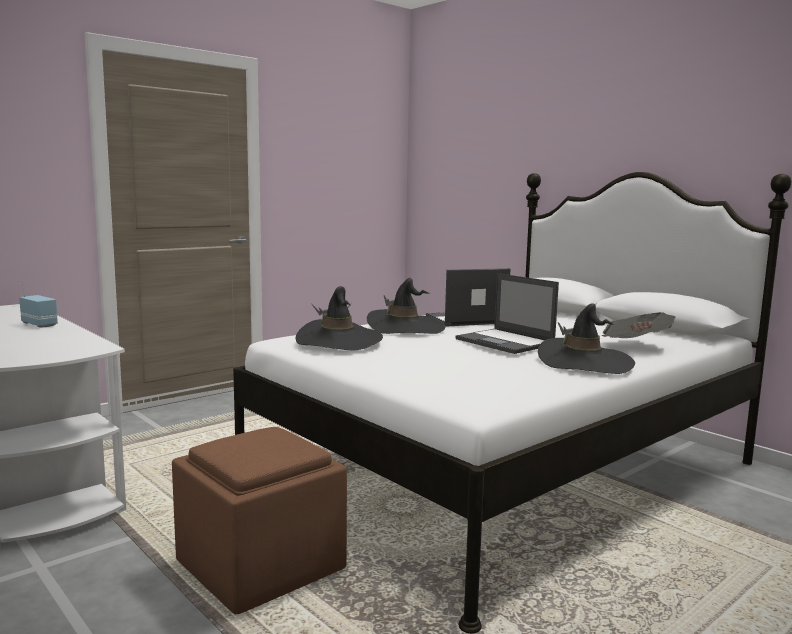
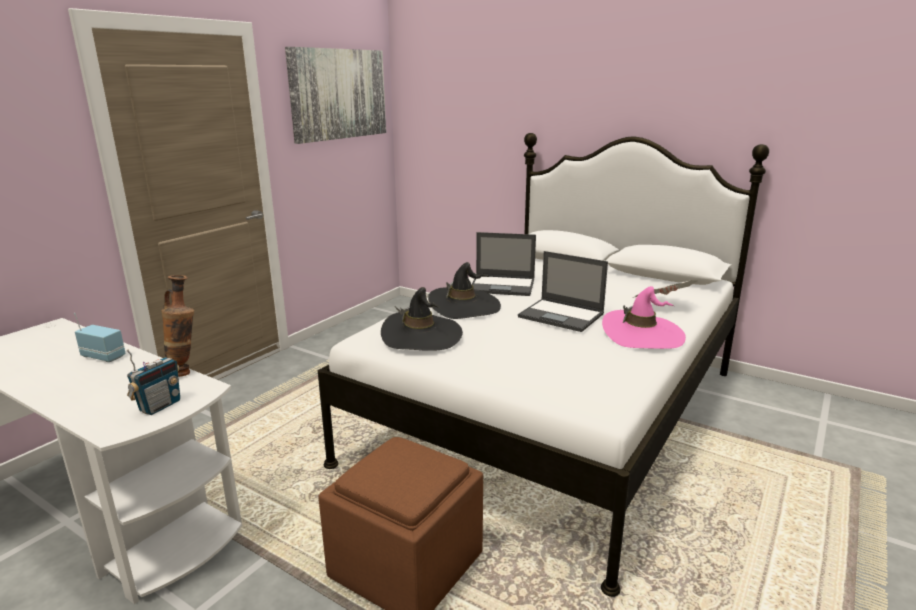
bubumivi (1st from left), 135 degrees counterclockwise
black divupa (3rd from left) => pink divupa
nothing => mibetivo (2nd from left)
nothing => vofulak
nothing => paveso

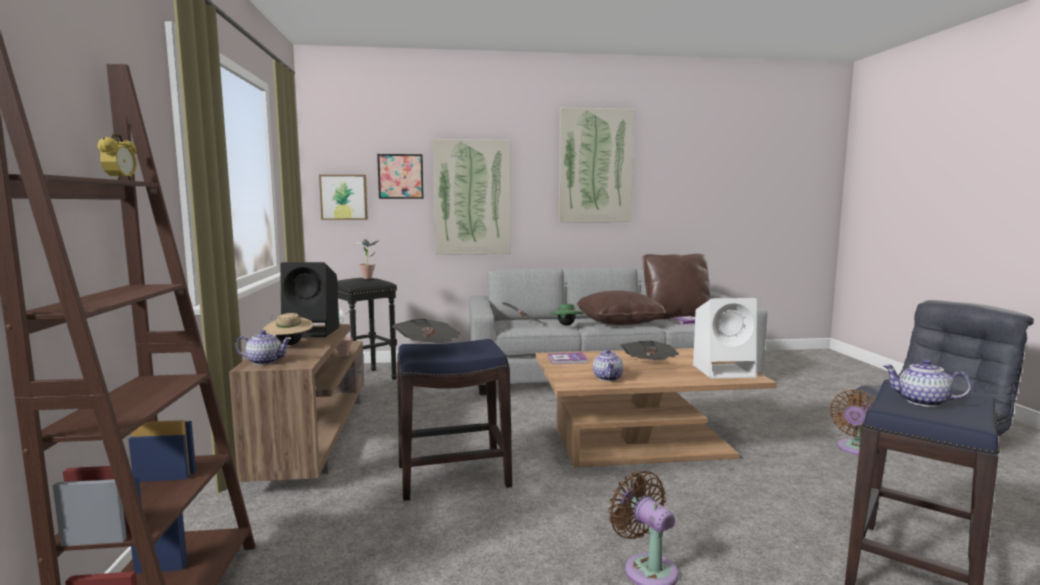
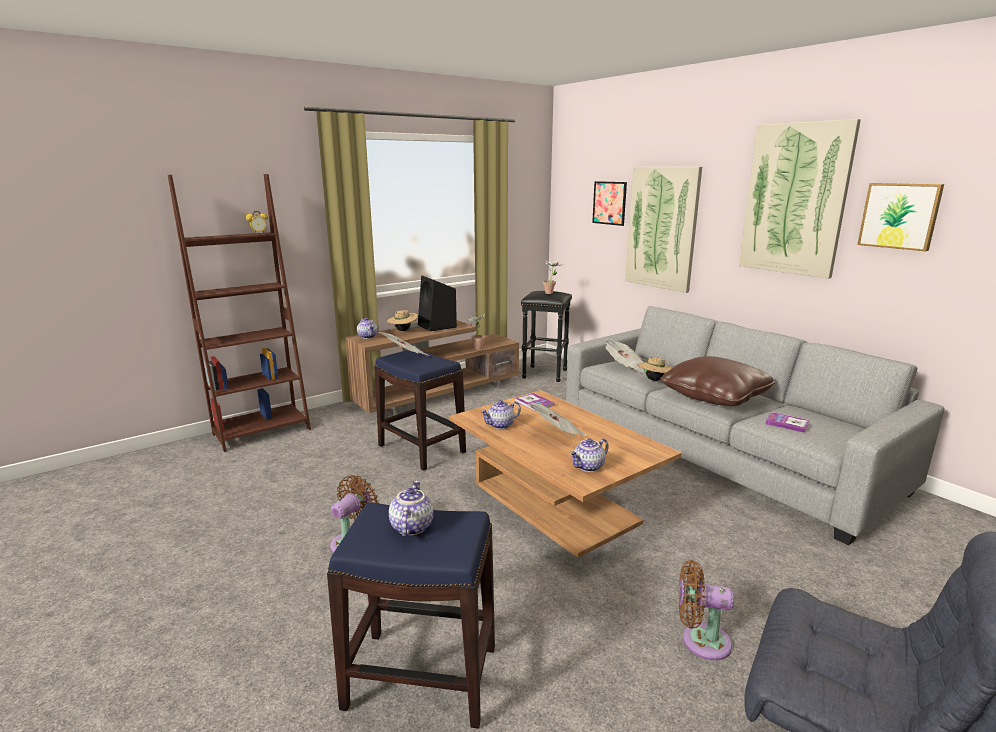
paveso (1st from left in the first image) => paveso (4th from left), moved
green divupa => beige divupa (2nd from left)
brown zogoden (2nd from left) => nothing
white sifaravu => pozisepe (4th from left)

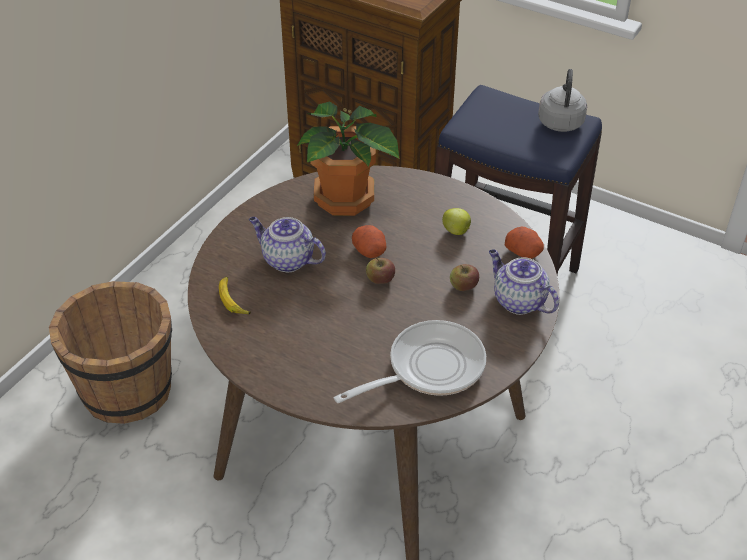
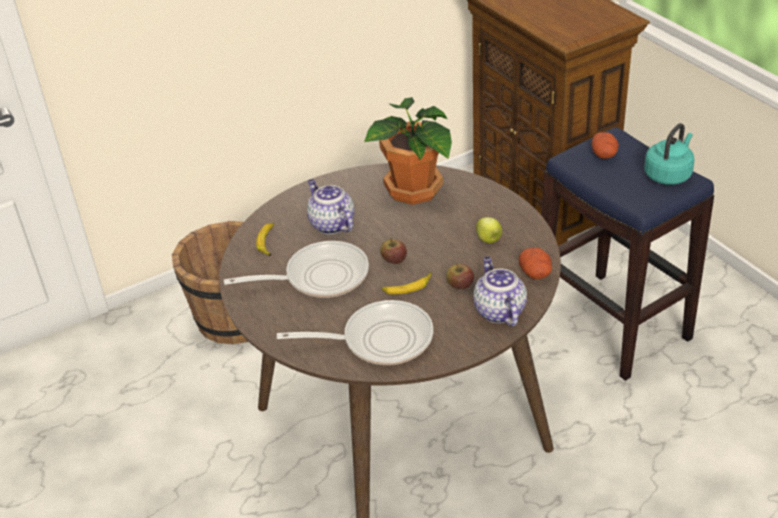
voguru (1st from left in the first image) => voguru (2nd from left), moved
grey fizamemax => turquoise fizamemax
nothing => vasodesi (1st from left)
nothing => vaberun (2nd from left)

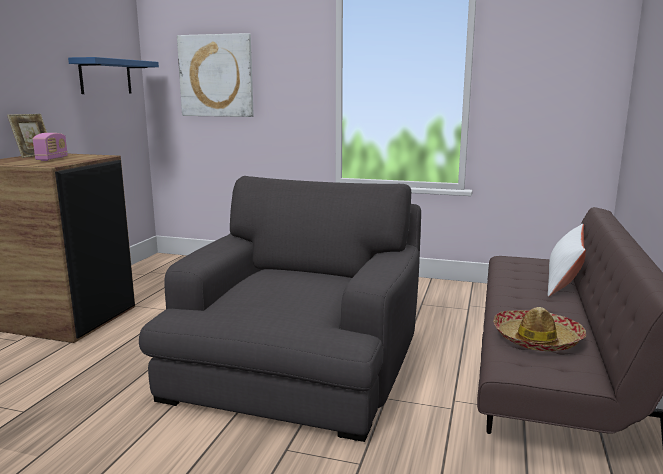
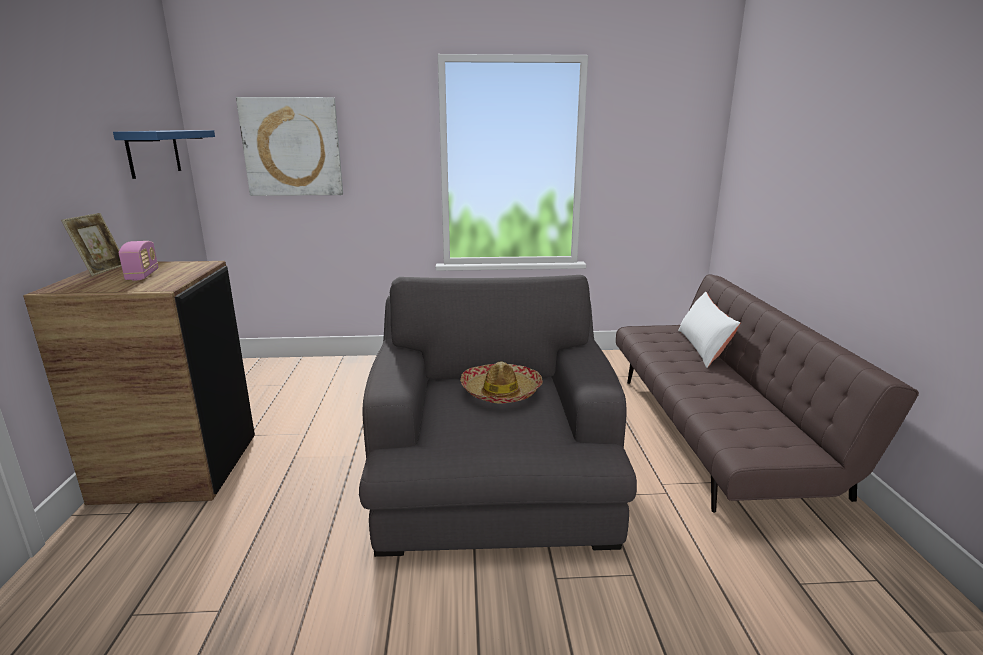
divupa, moved

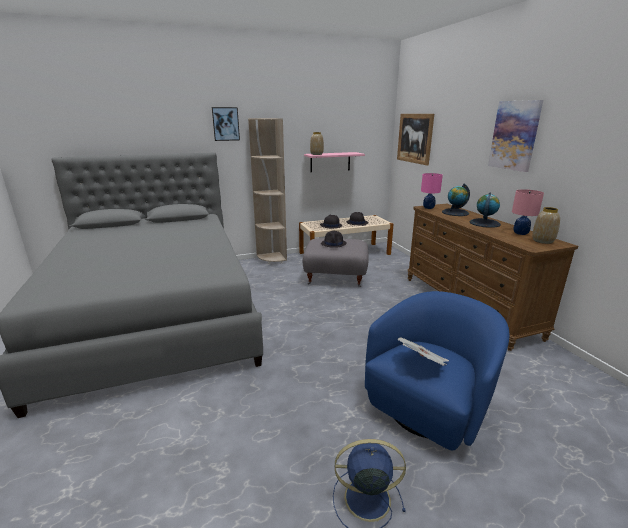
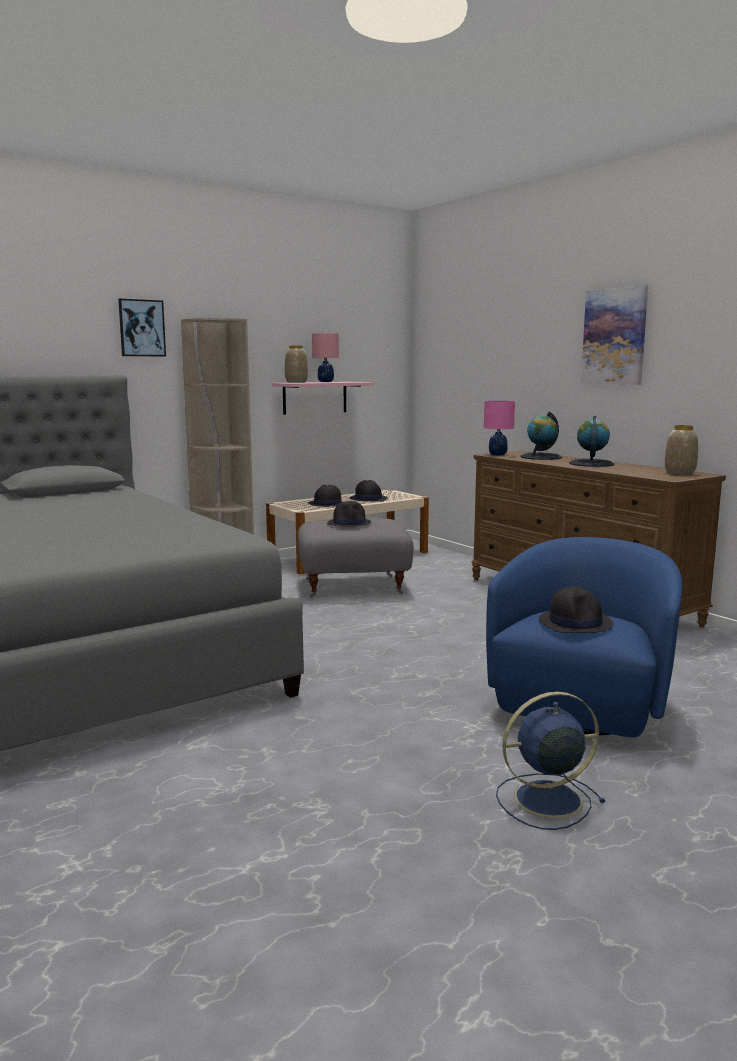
paveso (2nd from left) => nothing
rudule => black divupa (4th from left)
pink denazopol (2nd from left in the first image) => pink denazopol (1st from left), moved

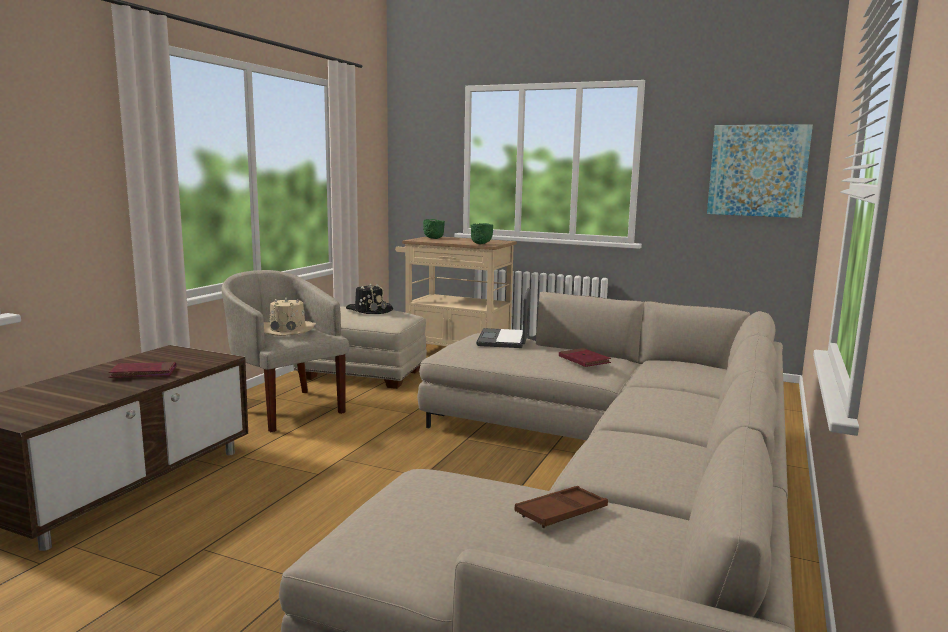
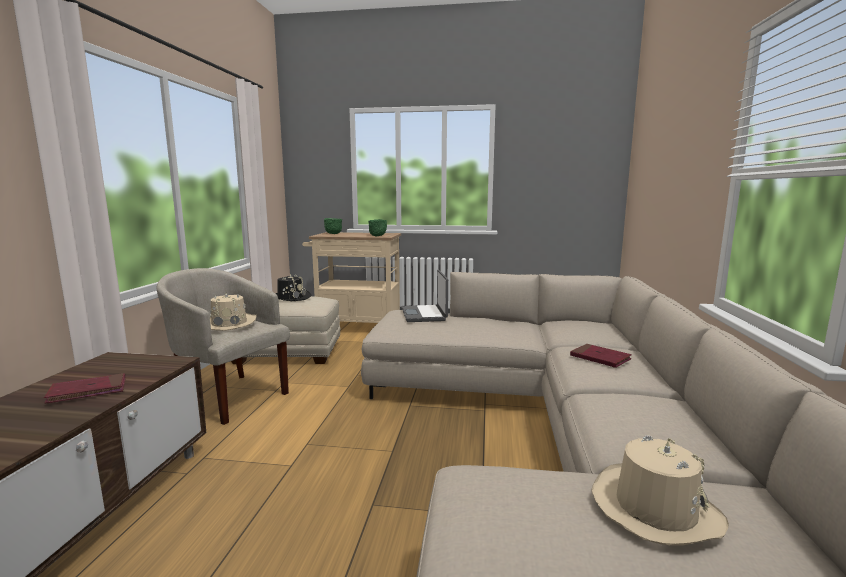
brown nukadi => beige divupa (2nd from left)
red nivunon (2nd from left), moved
paveso => nothing

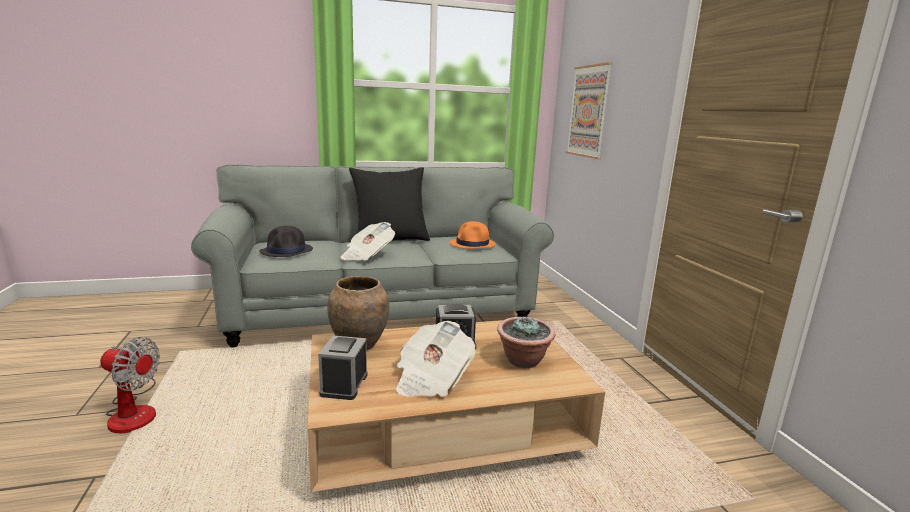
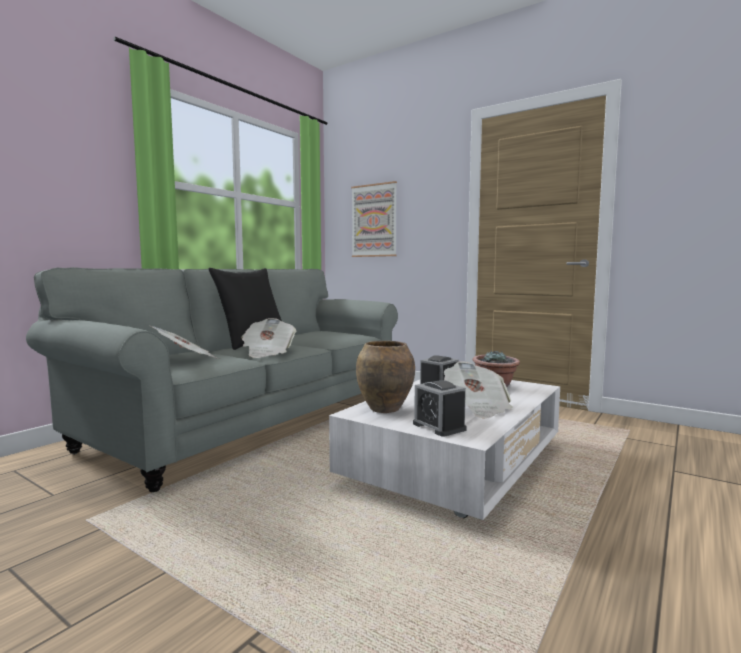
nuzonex => nothing
black divupa => rudule (1st from left)
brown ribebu => white ribebu
orange divupa => nothing

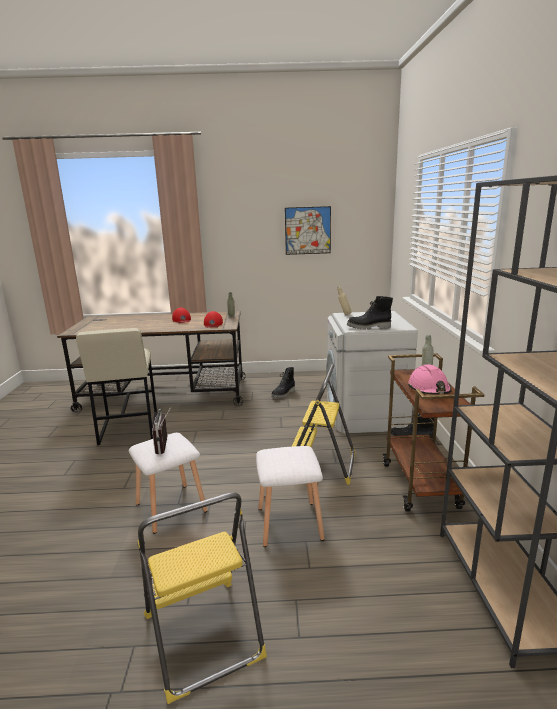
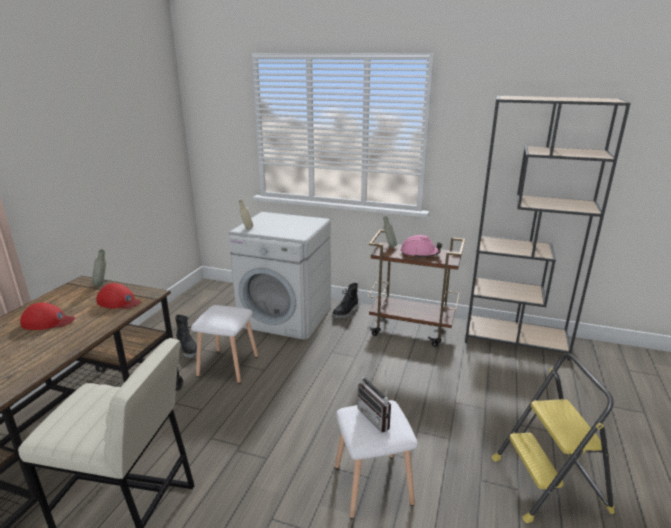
mibetivo, 45 degrees clockwise
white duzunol (2nd from left in the first image) => white duzunol (1st from left), moved
paveso => nothing
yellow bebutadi (2nd from left) => nothing
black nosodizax (2nd from left) => nothing

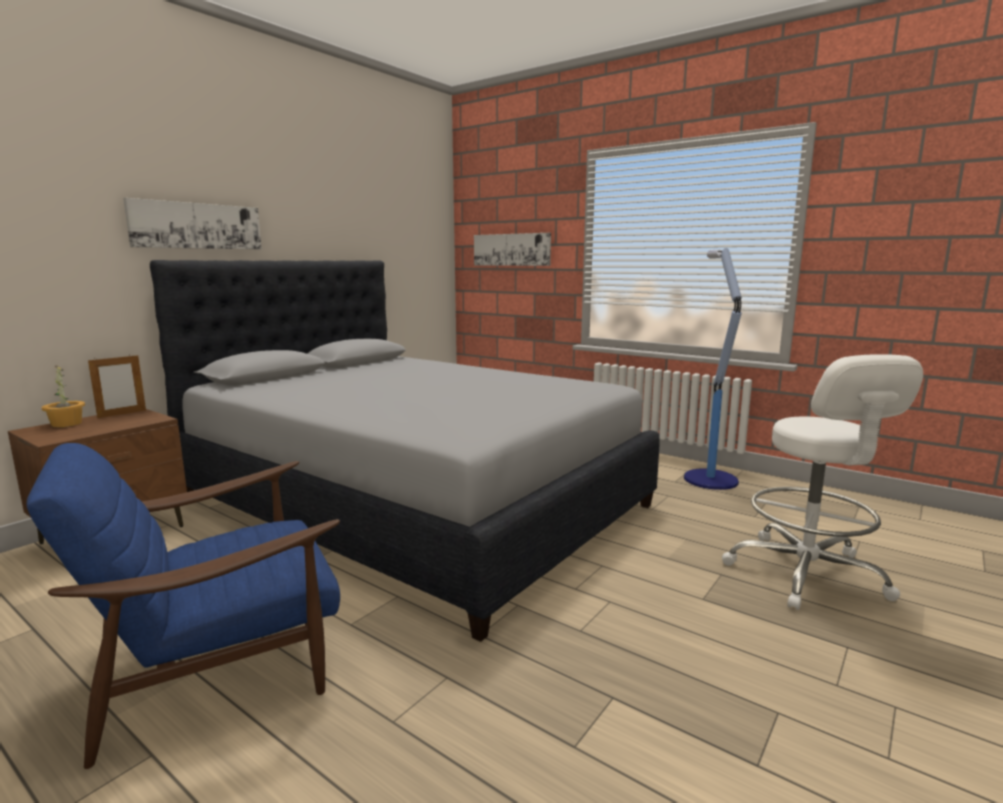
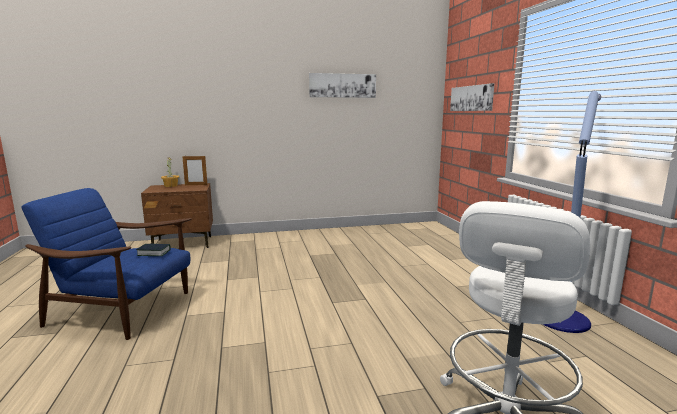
paveso (1st from left), moved
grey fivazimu => nothing
nothing => nivunon

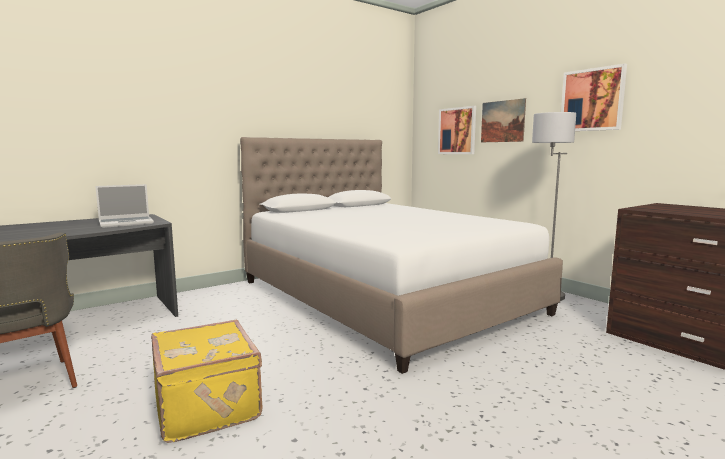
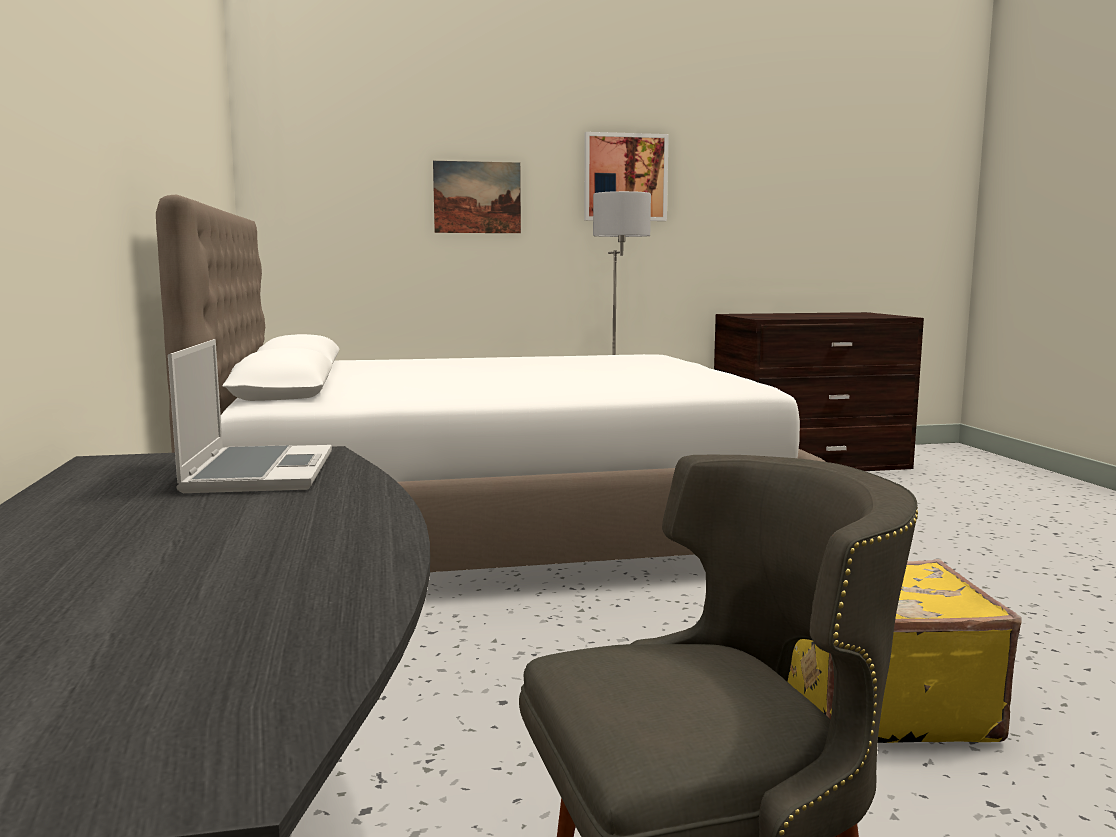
paveso (1st from left) => nothing

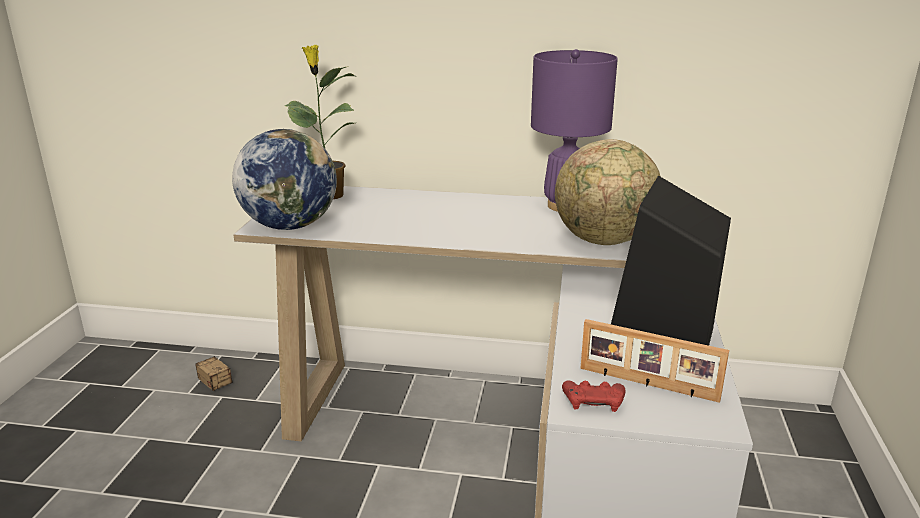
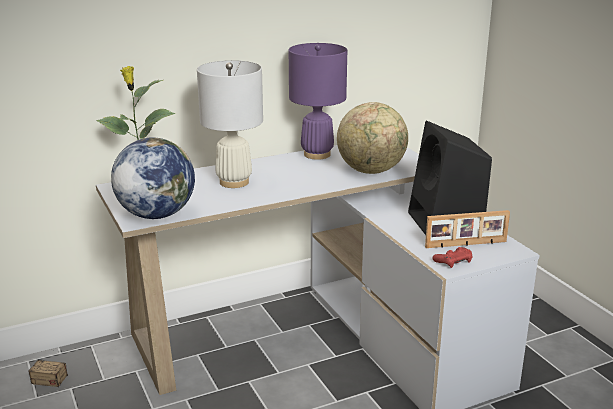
nothing => white denazopol

